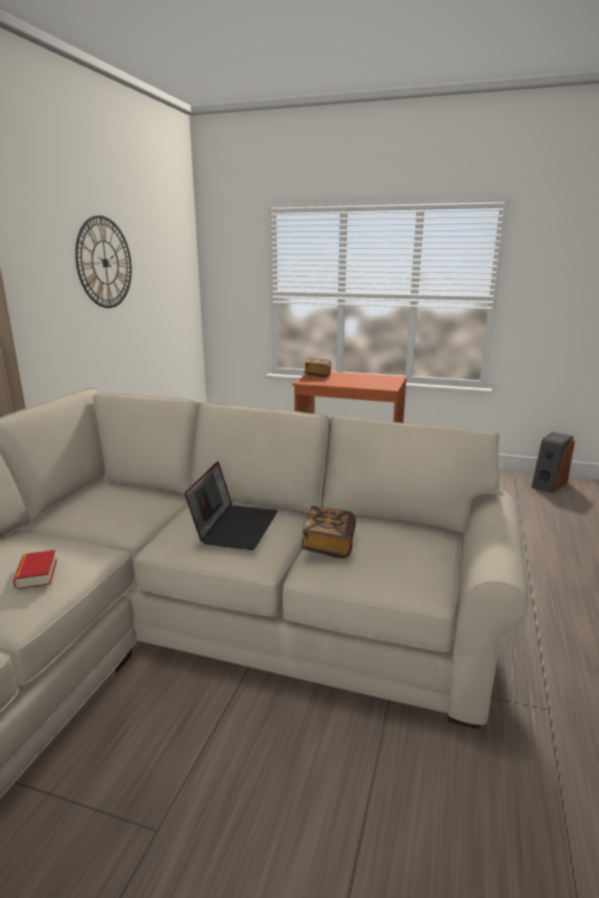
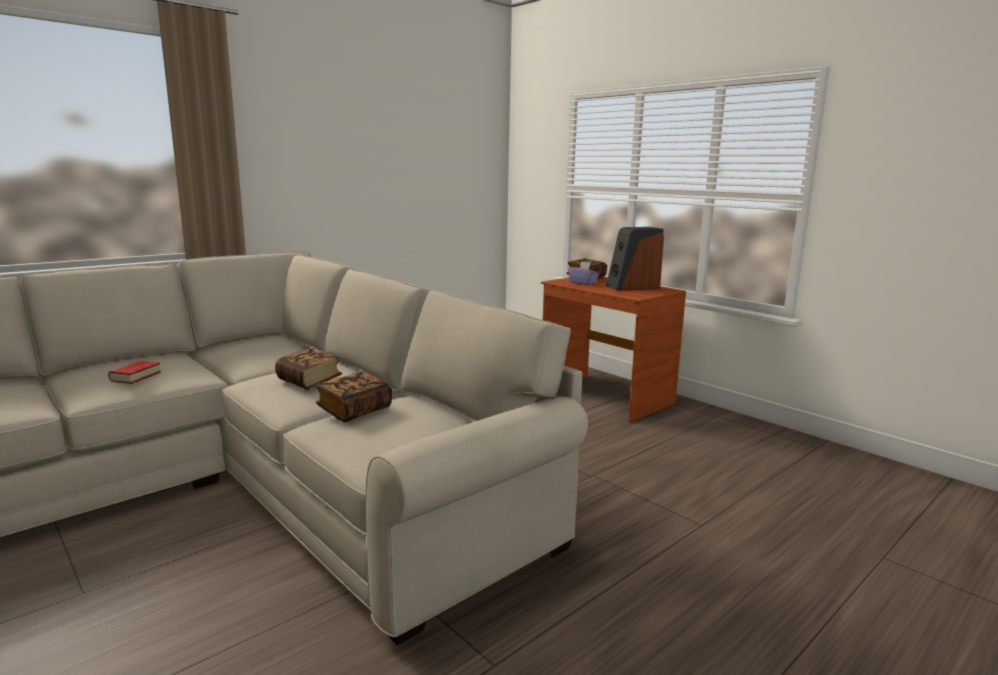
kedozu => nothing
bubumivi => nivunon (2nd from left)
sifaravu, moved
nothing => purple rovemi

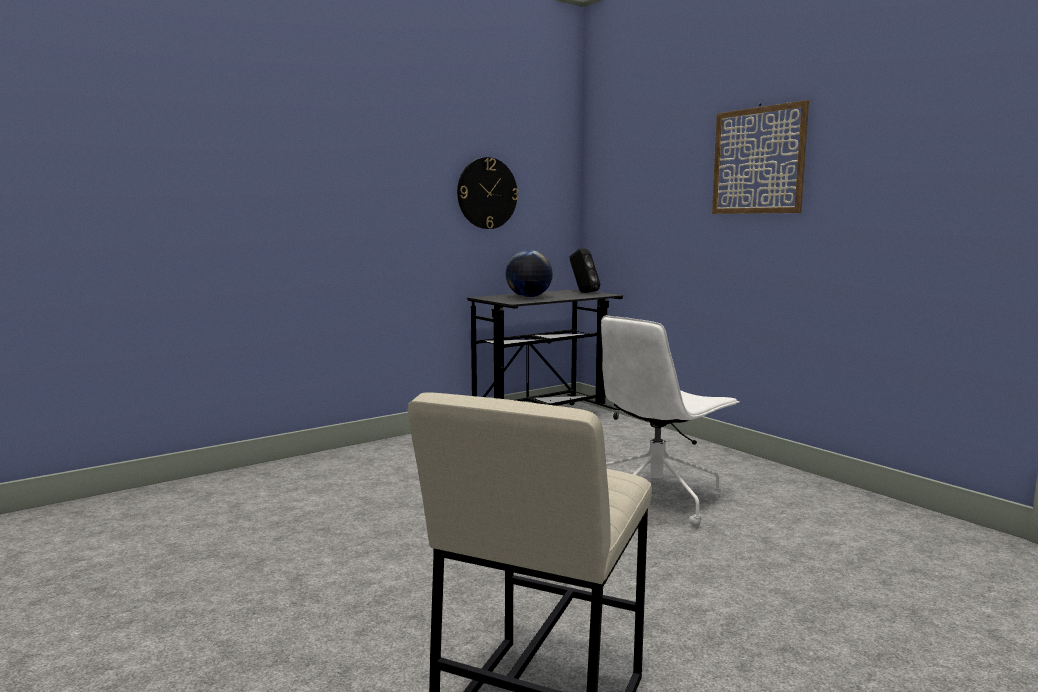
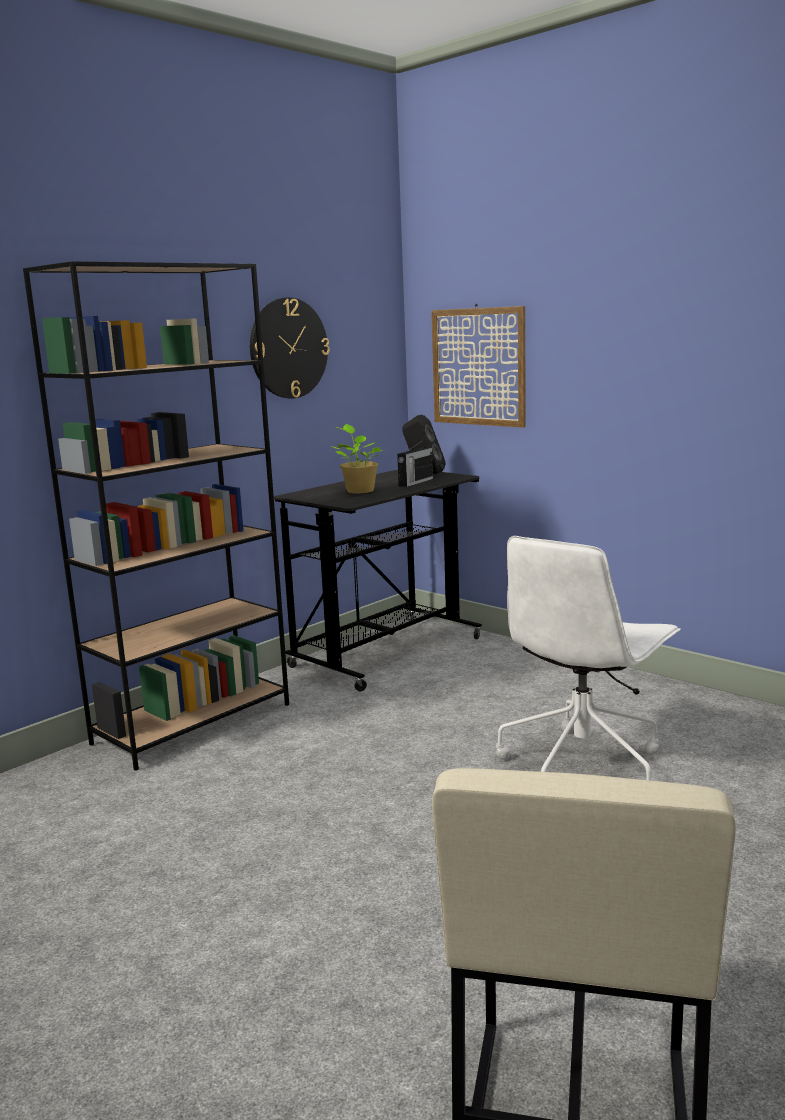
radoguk => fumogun
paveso, moved
nothing => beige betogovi
nothing => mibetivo

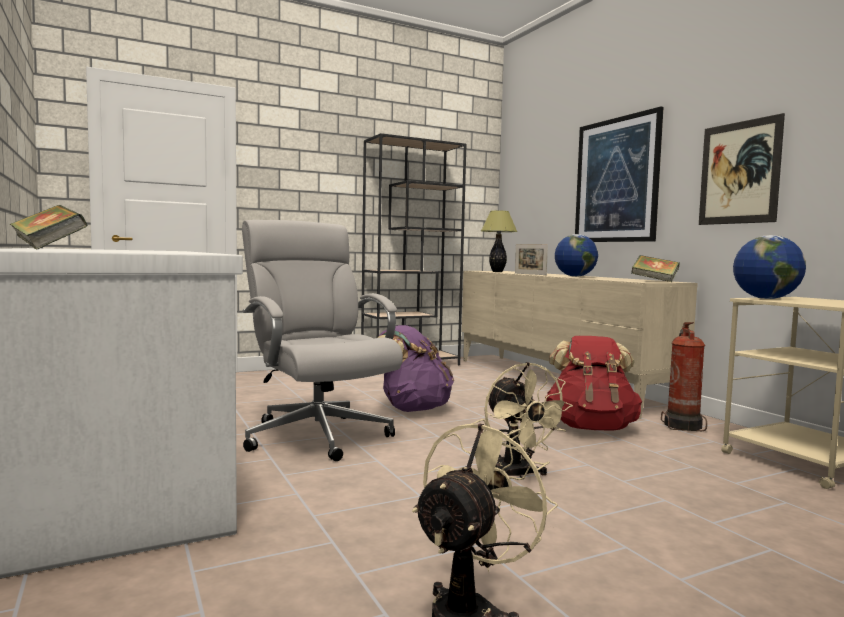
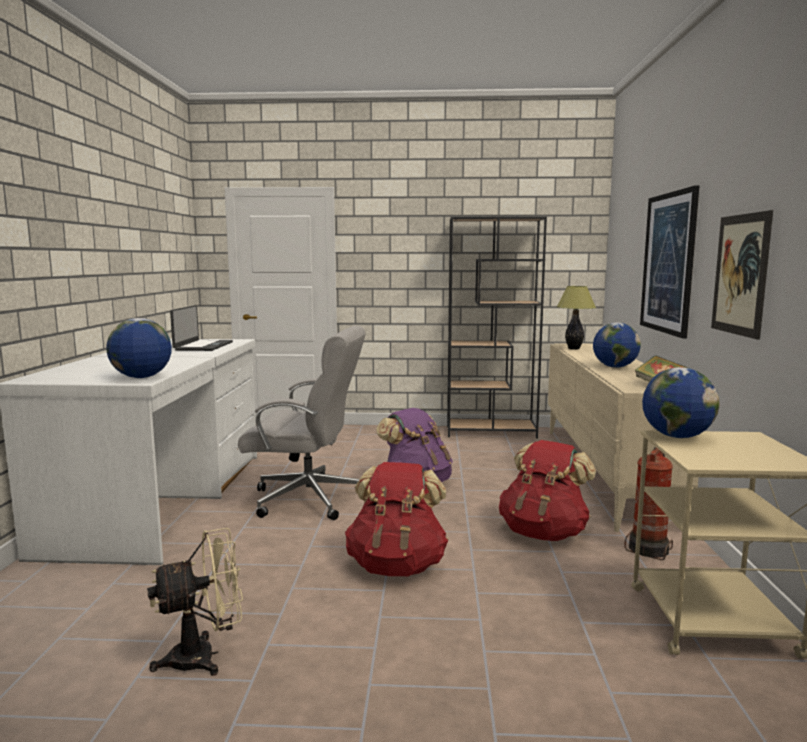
nivunon (1st from left) => nothing
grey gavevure, 105 degrees clockwise
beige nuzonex (2nd from left) => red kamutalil (1st from left)
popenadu => nothing
nothing => radoguk (1st from left)
nothing => bubumivi

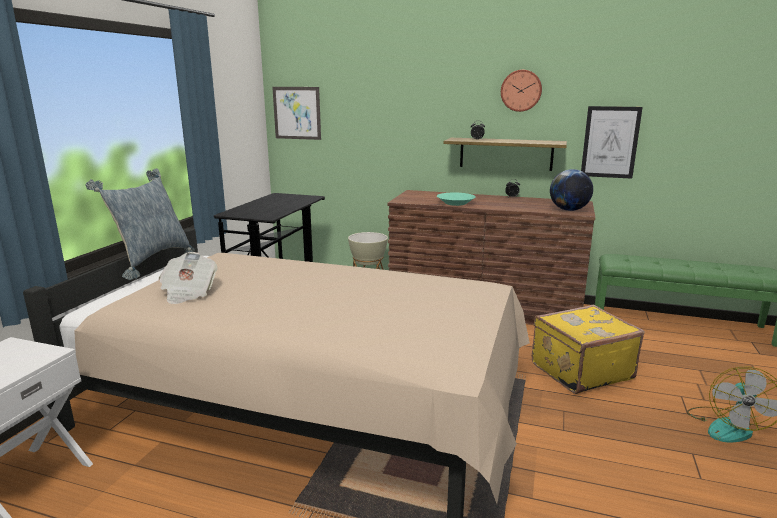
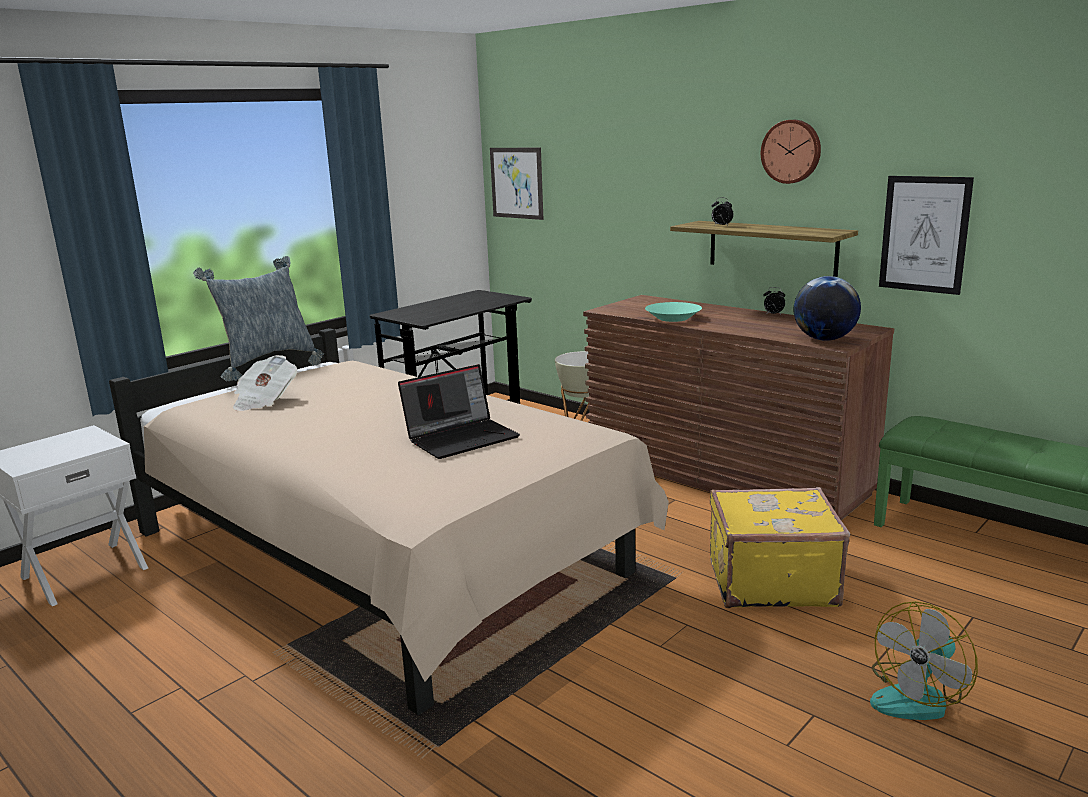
nothing => bubumivi

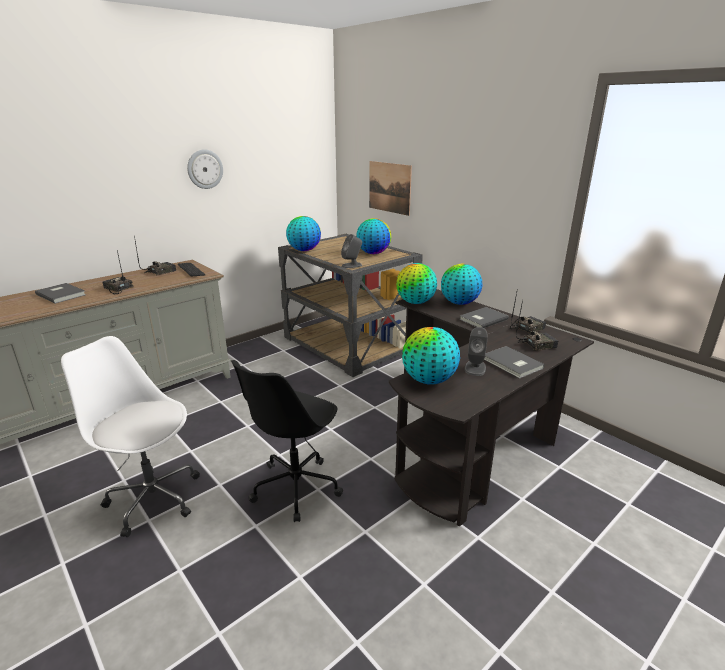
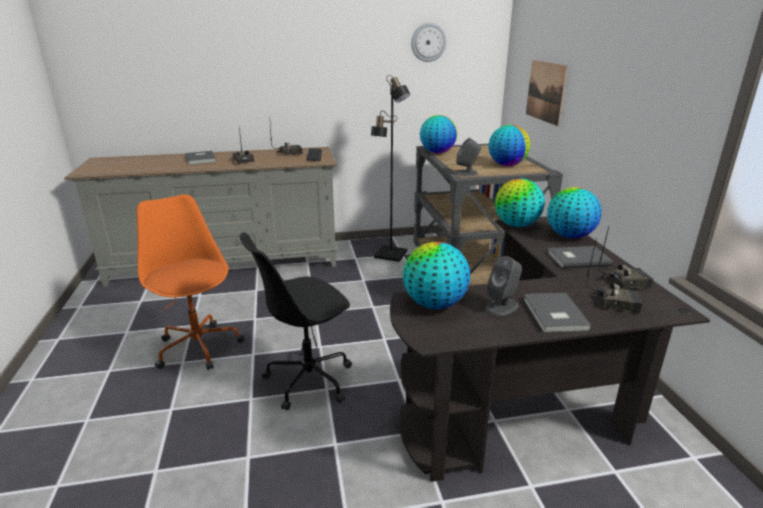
white gavevure => orange gavevure
kedozu, moved
nothing => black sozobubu

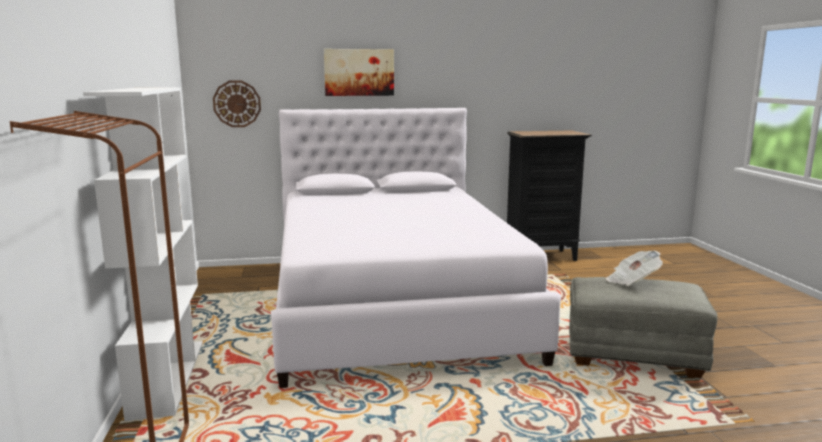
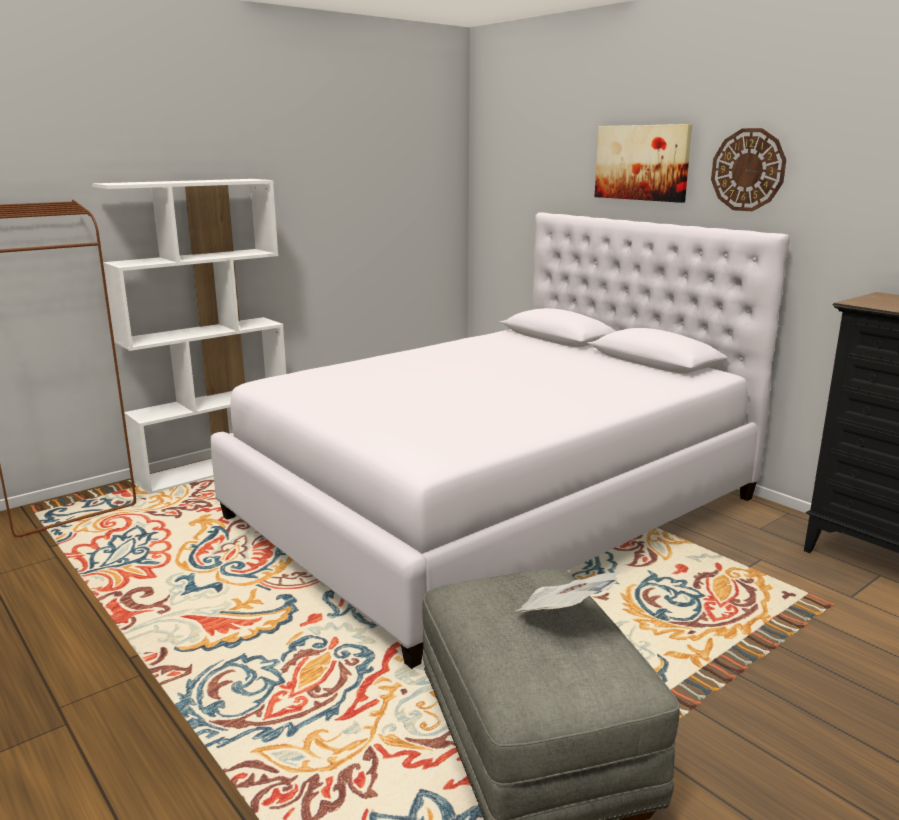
kedozu, moved

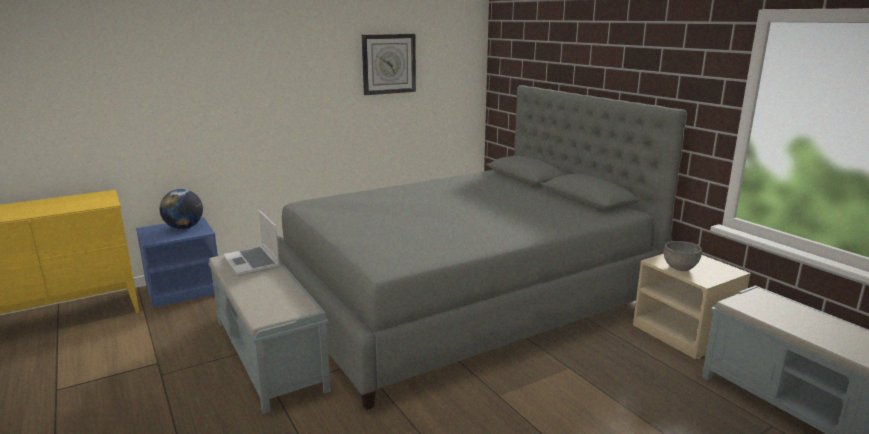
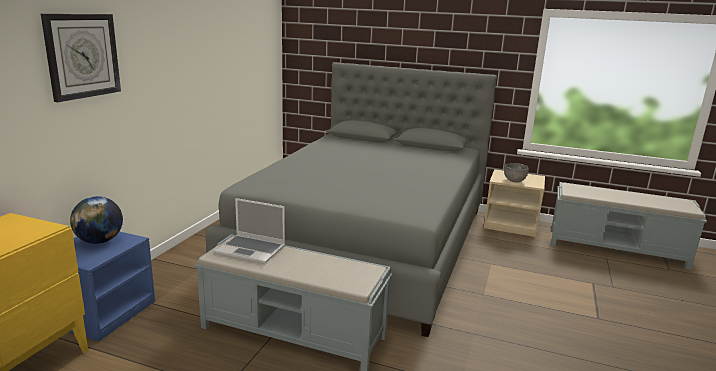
kedozu, moved

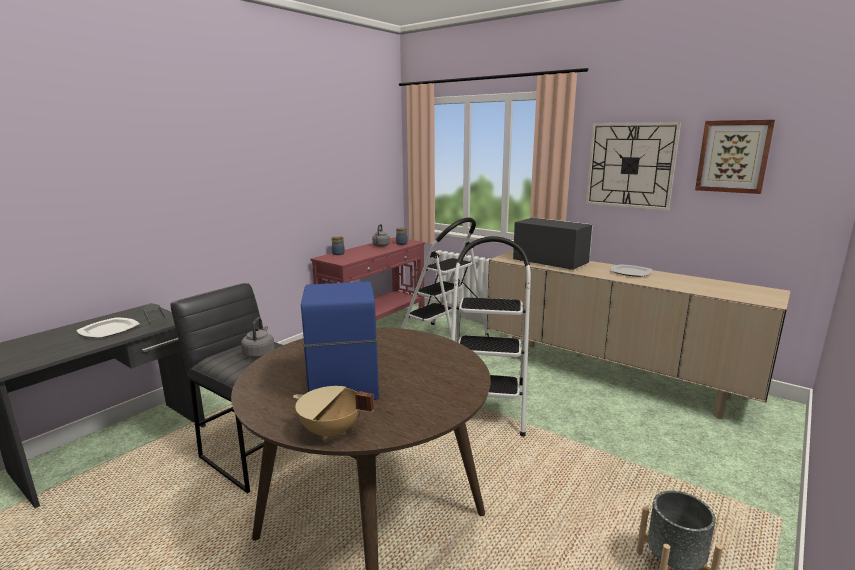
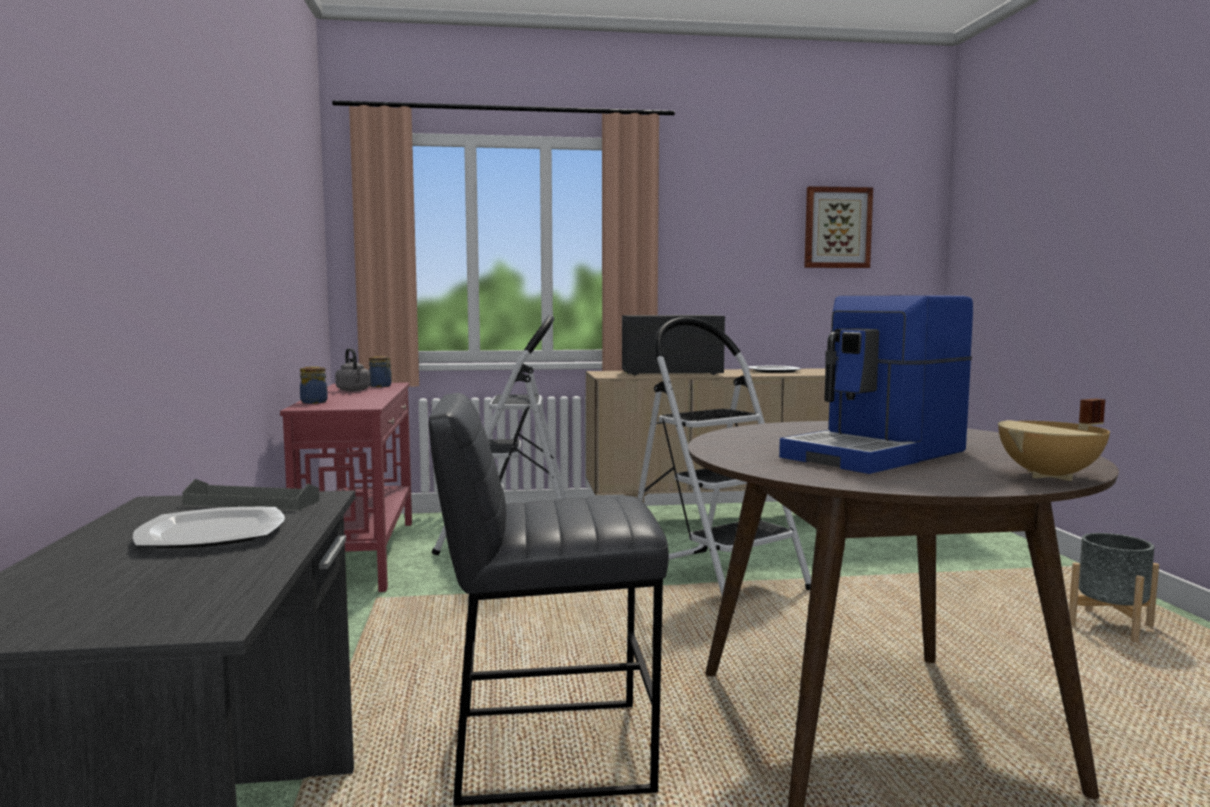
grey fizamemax (1st from left) => nothing
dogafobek, 75 degrees counterclockwise
kedozu => nothing

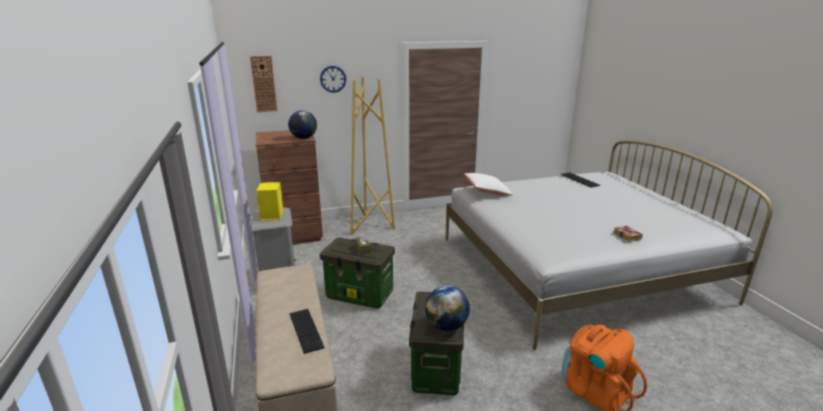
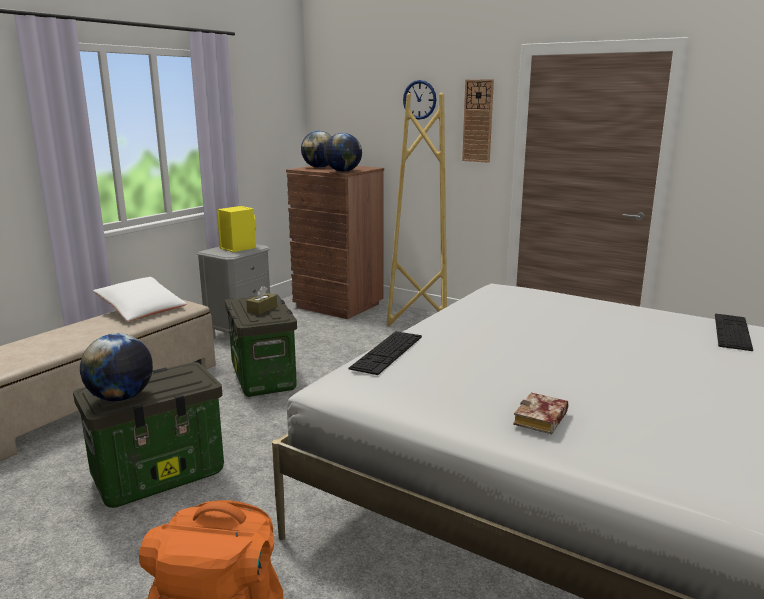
kedozu (1st from left in the first image) => kedozu (2nd from left), moved
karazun (1st from left), moved
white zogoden, moved
nothing => radoguk (2nd from left)

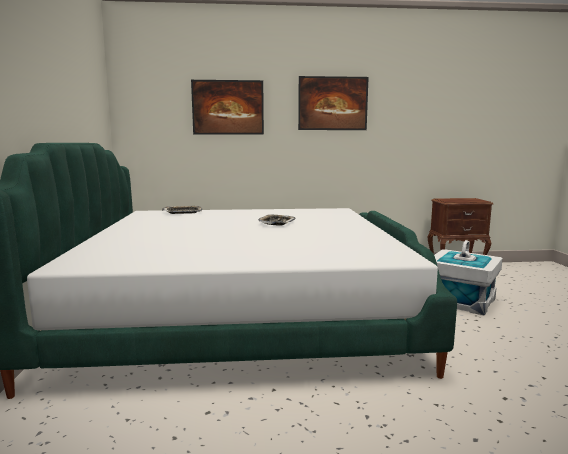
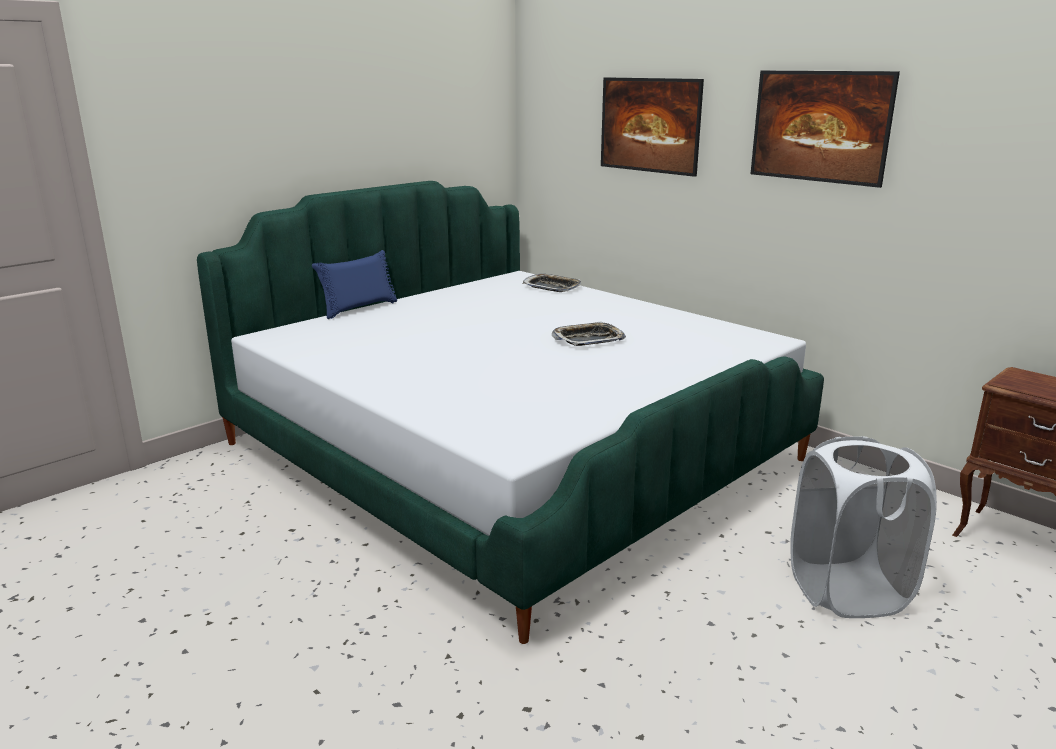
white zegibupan => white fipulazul
nothing => blue zogoden

